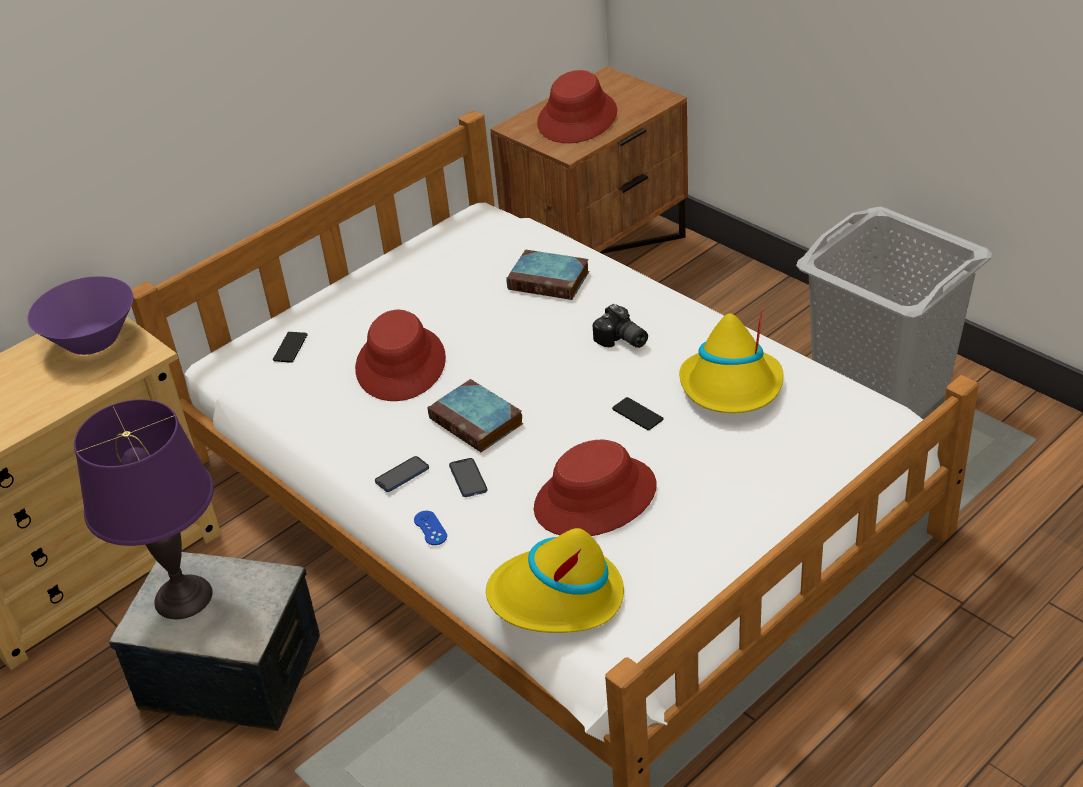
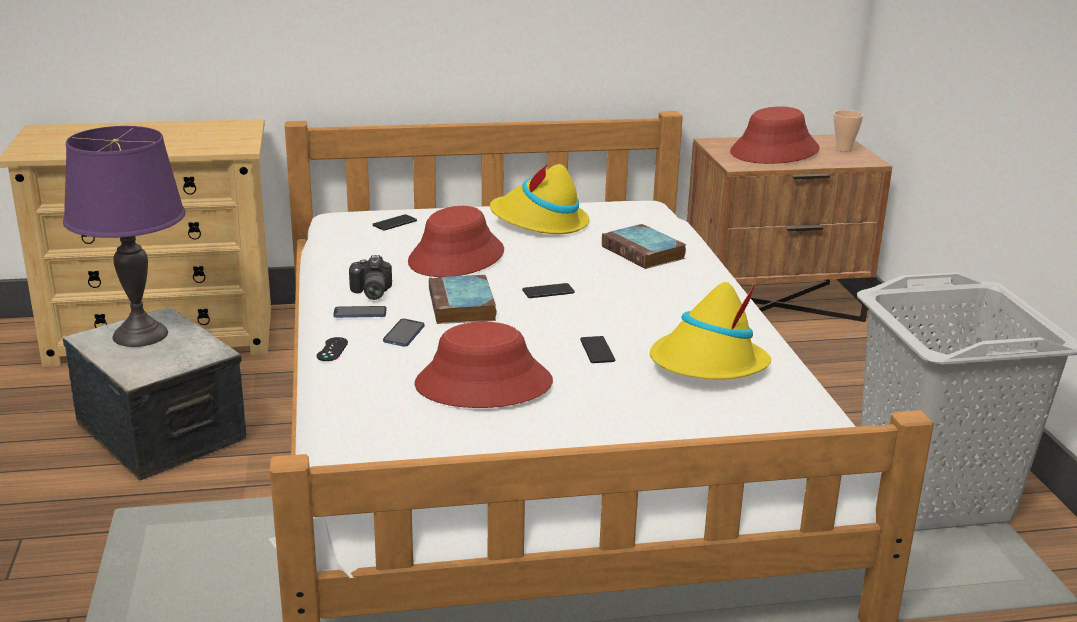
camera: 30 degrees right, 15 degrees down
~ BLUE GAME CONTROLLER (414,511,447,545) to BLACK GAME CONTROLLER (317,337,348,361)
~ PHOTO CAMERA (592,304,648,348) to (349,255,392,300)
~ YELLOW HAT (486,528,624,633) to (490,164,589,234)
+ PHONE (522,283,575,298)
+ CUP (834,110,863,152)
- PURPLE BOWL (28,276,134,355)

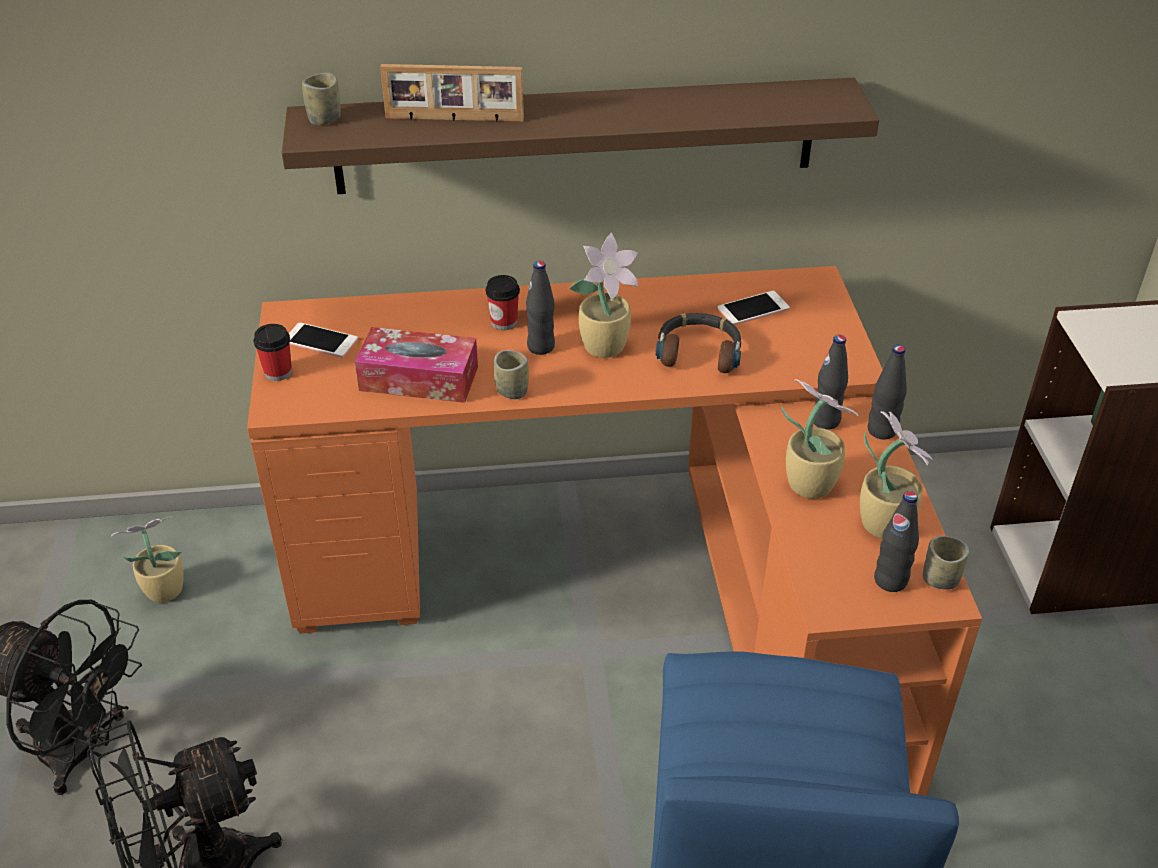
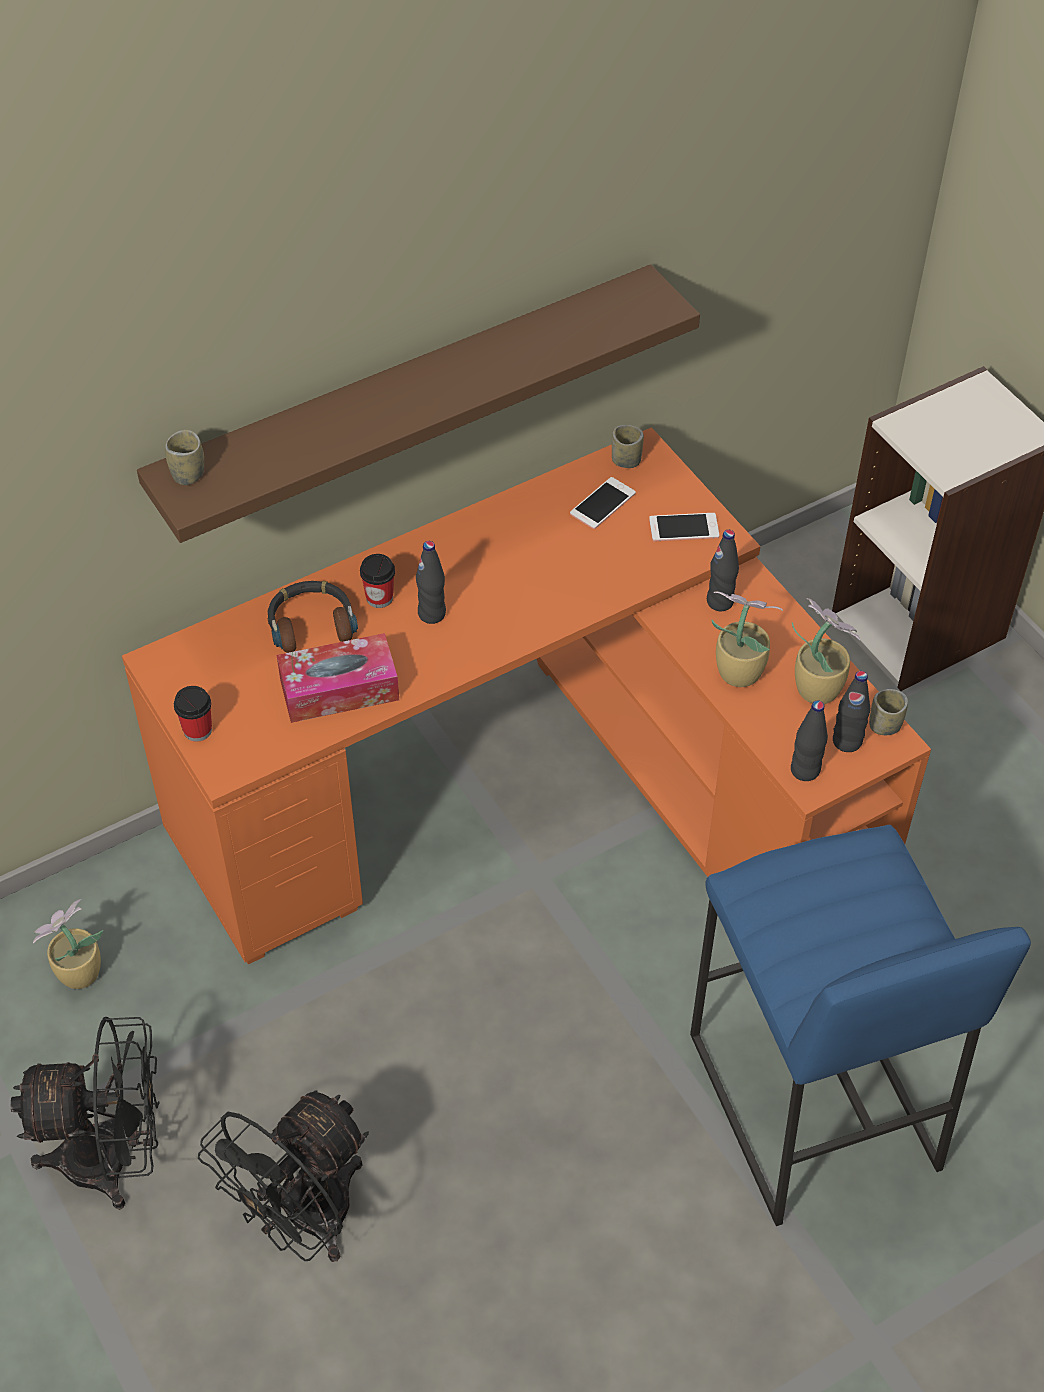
camera: 25 degrees left, 10 degrees up
~ HEADPHONES (656,313,741,373) to (267,581,358,653)
~ CUP (494,350,529,399) to (612,425,644,468)
~ PHONE (289,323,358,358) to (649,513,719,542)
~ BLACK BOTTLE (868,345,907,439) to (791,701,828,781)
- PICTURE FRAME (380,64,524,122)
- POTTED PLANT (569,232,638,358)

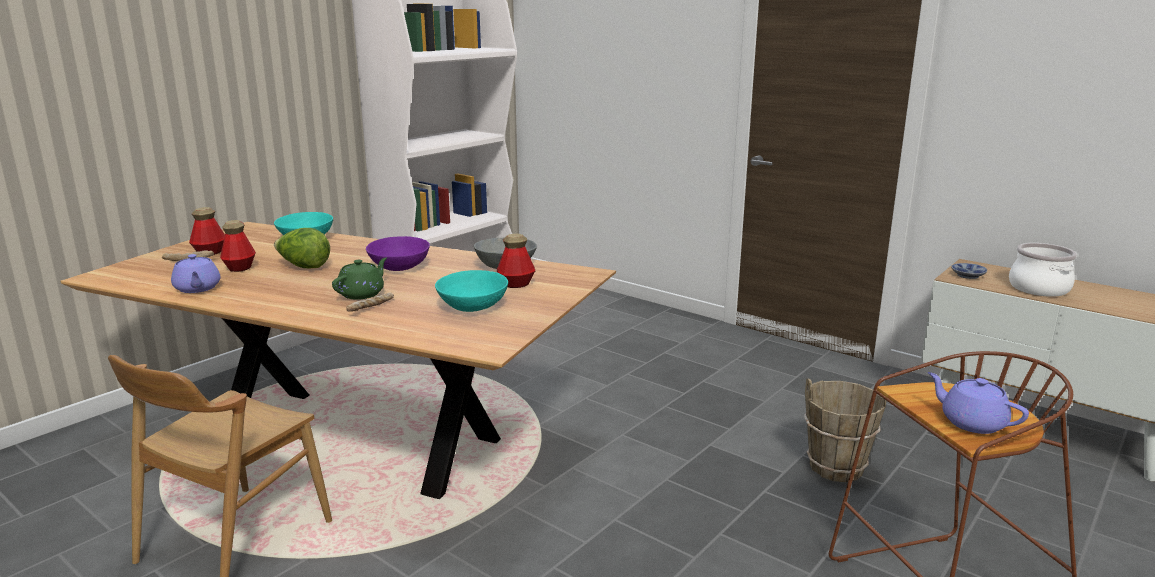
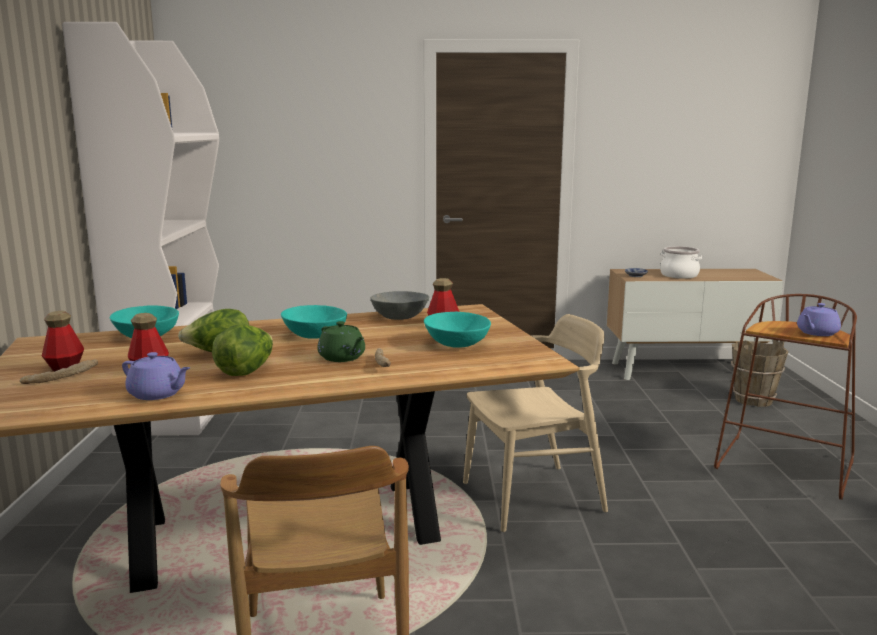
camera: 40 degrees left, 5 degrees down
+ LETTUCE (212,325,273,376)
~ PURPLE BOWL (366,236,430,271) to TURQUOISE BOWL (281,305,347,338)
~ GREEN TEAPOT (332,258,387,300) = (317,321,365,362) 150 degrees clockwise
+ BEIGE CHAIR (463,314,608,532)
~ BROWN BUCKET (804,379,888,482) to (731,340,788,407)
~ PURPLE TEAPOT (928,372,1029,434) = (797,303,841,336) 45 degrees counterclockwise

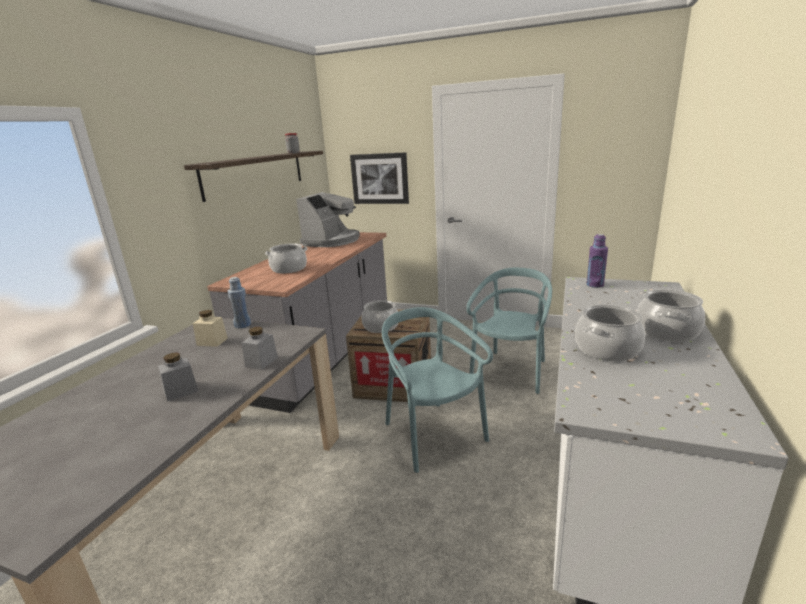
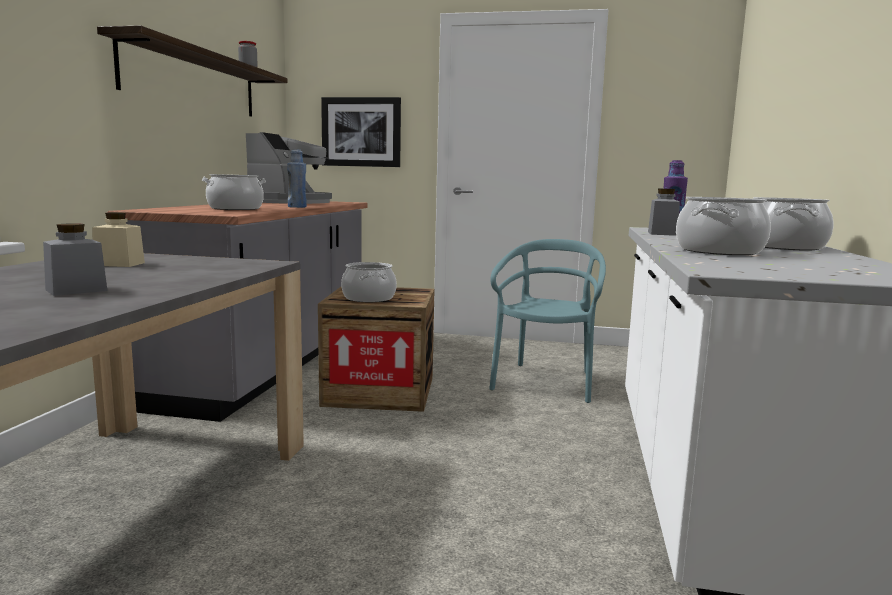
camera: 10 degrees left, 10 degrees down
~ BLUE BOTTLE (228,277,251,328) to (287,149,307,208)
~ GREY JAR (241,327,278,370) to (648,189,680,236)
- TURQUOISE CHAIR (382,307,493,473)

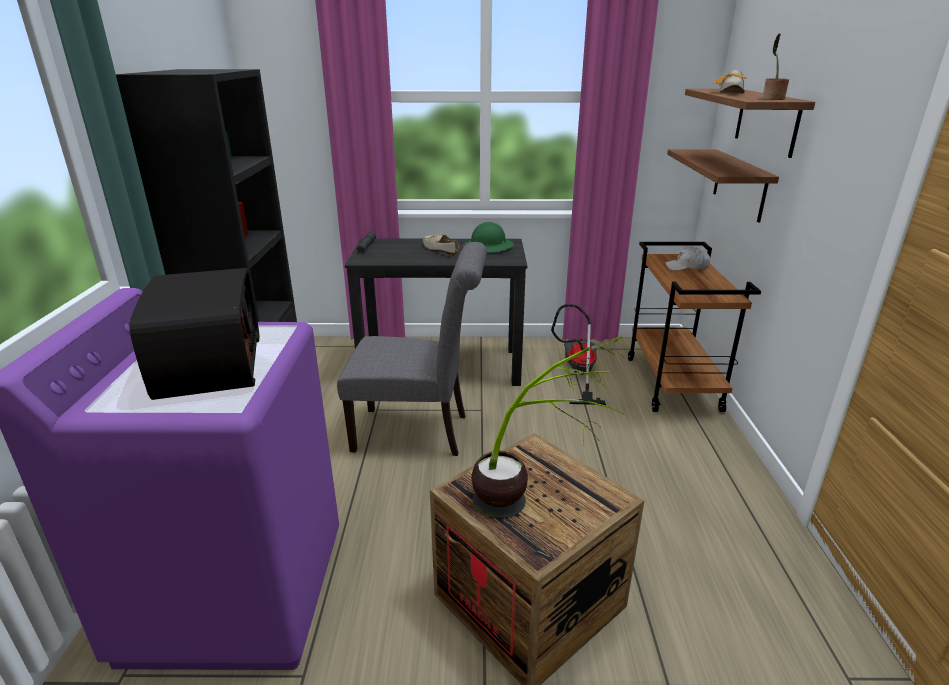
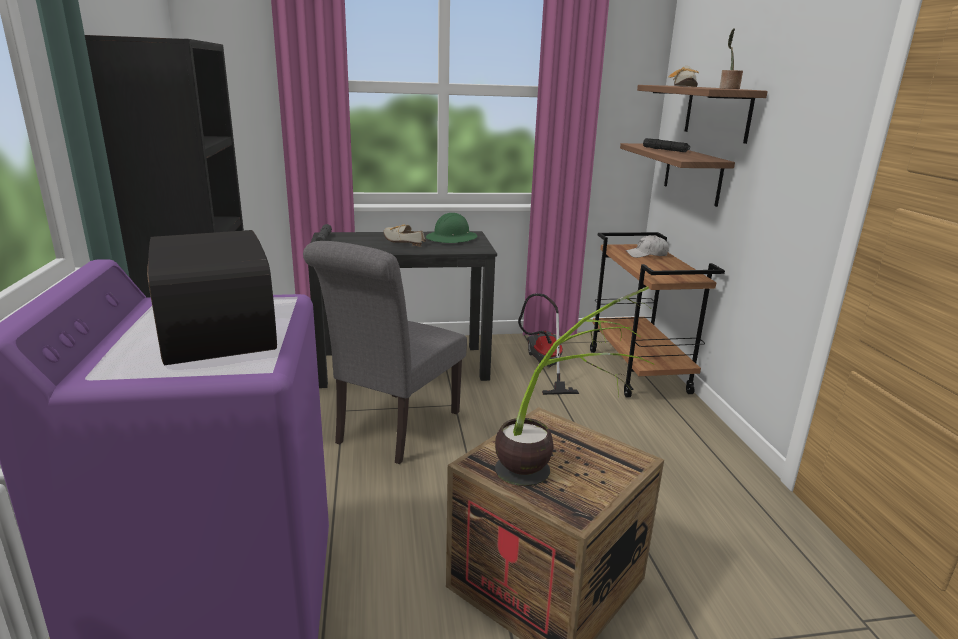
camera: 10 degrees left, 5 degrees down
~ GREY CHAIR (337,242,487,456) = (303,241,467,464) 120 degrees clockwise
+ BLACK FLASHLIGHT (643,138,690,152)

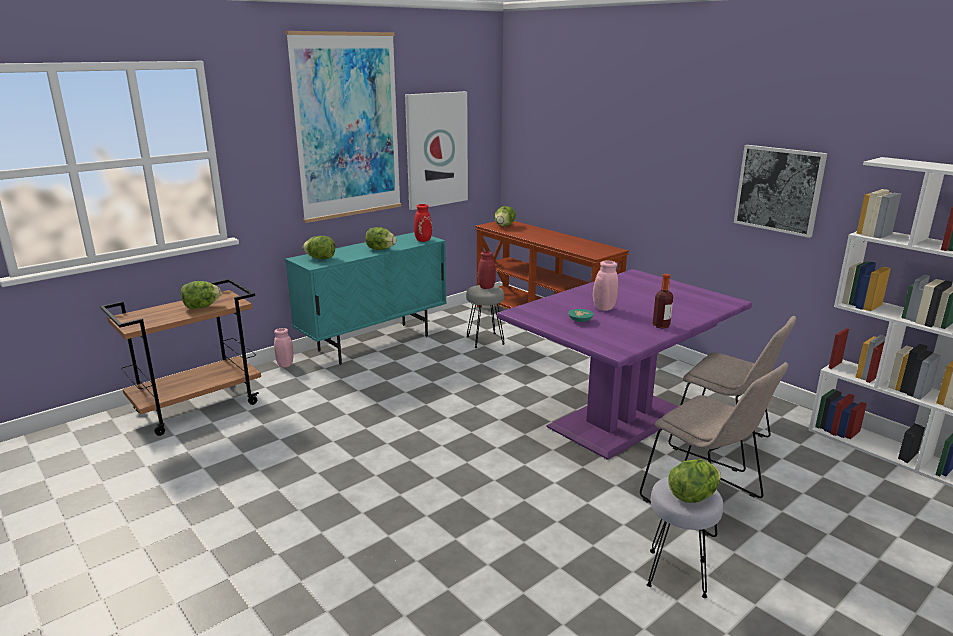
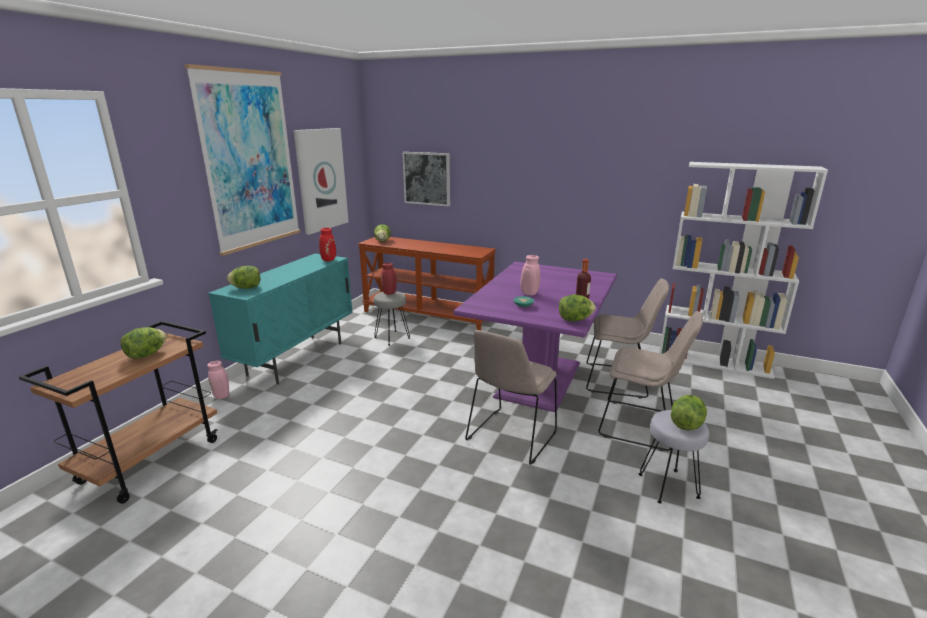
camera: 25 degrees left, 0 degrees up
~ PICTURE (734,145,827,238) to (402,152,450,206)
+ BEIGE CHAIR (465,330,557,465)
~ LETTUCE (365,227,396,250) to (559,294,596,321)

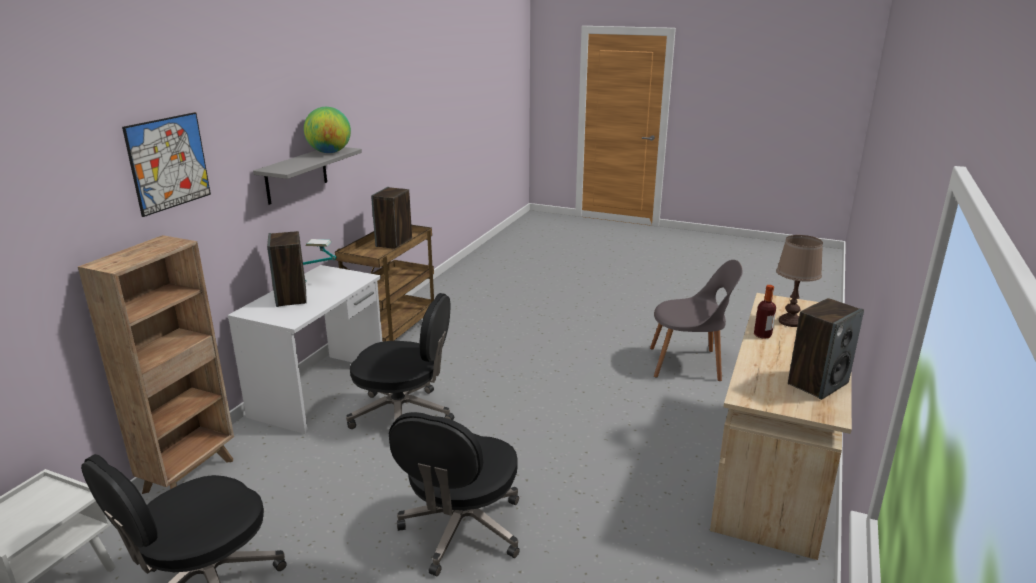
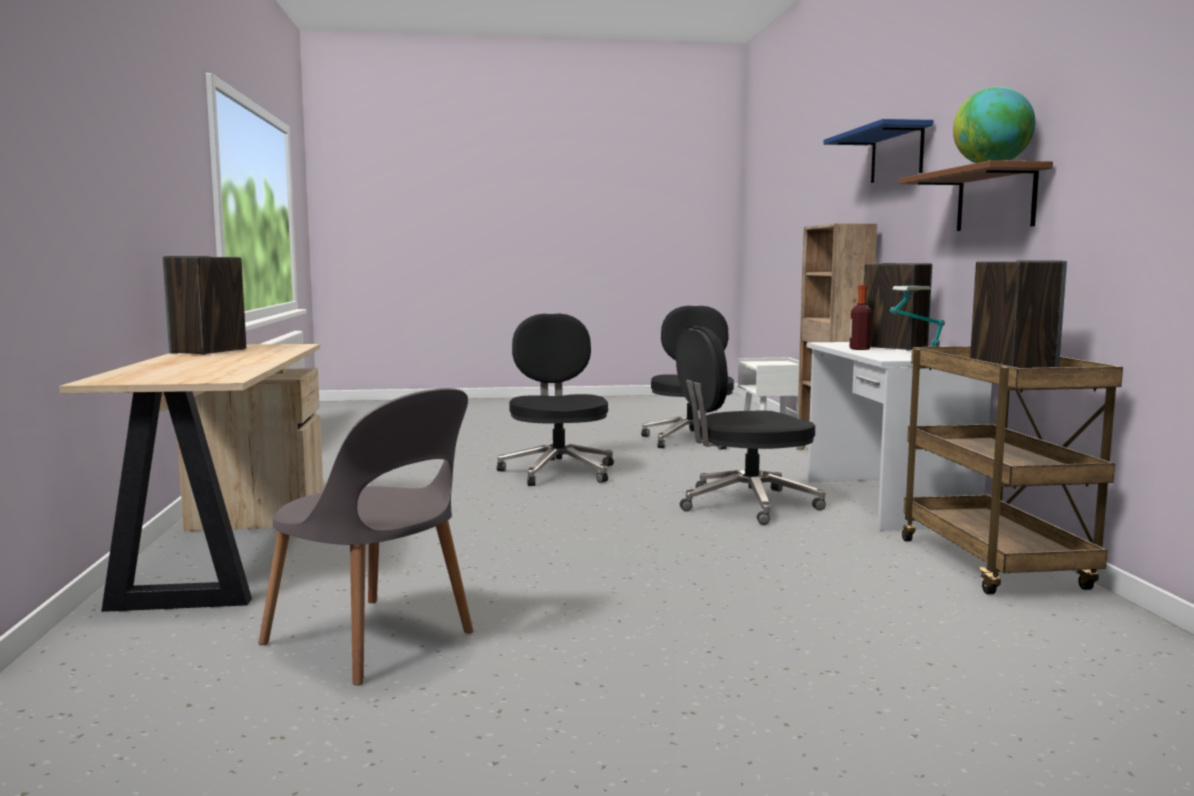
camera: 150 degrees right, 15 degrees down
~ GREY CHAIR (650,260,743,381) = (258,388,473,685) 120 degrees counterclockwise
~ PICTURE (122,112,211,217) to BLUE SHELF (824,119,934,183)
~ BOTTLE (754,285,776,339) to (849,285,872,350)
~ GREY SHELF (253,147,362,205) to BROWN SHELF (898,160,1053,231)
- BROWN TABLE LAMP (776,235,823,327)

